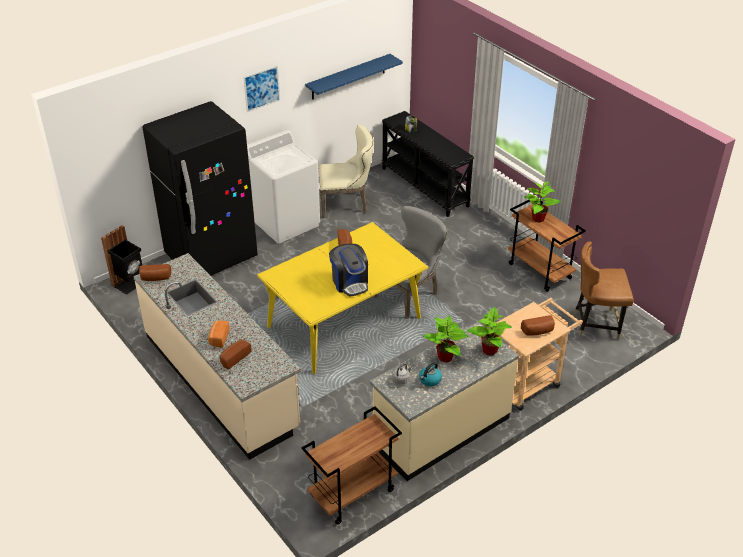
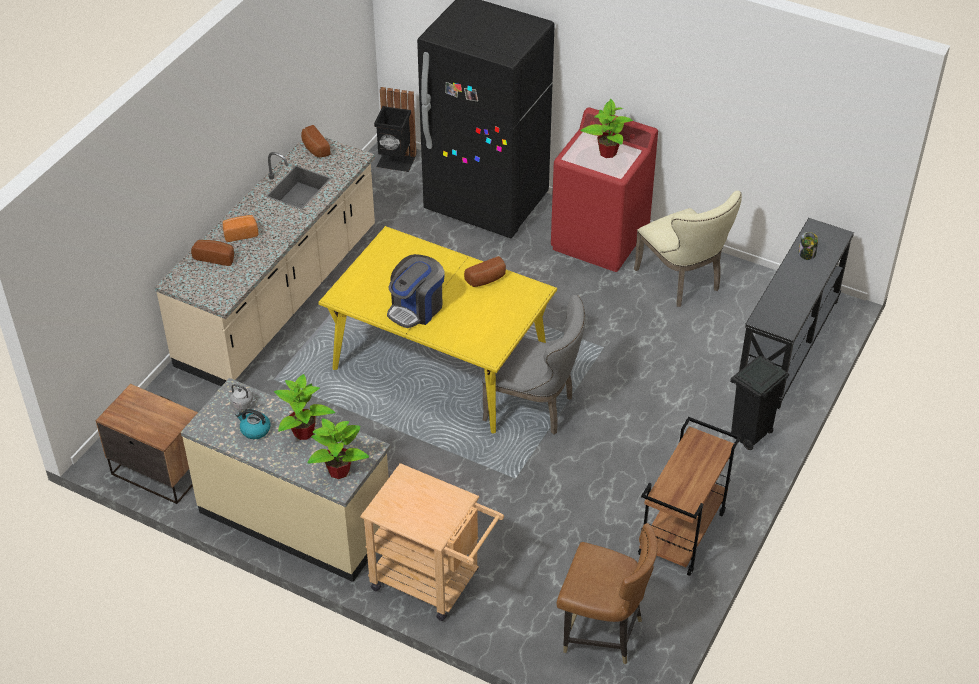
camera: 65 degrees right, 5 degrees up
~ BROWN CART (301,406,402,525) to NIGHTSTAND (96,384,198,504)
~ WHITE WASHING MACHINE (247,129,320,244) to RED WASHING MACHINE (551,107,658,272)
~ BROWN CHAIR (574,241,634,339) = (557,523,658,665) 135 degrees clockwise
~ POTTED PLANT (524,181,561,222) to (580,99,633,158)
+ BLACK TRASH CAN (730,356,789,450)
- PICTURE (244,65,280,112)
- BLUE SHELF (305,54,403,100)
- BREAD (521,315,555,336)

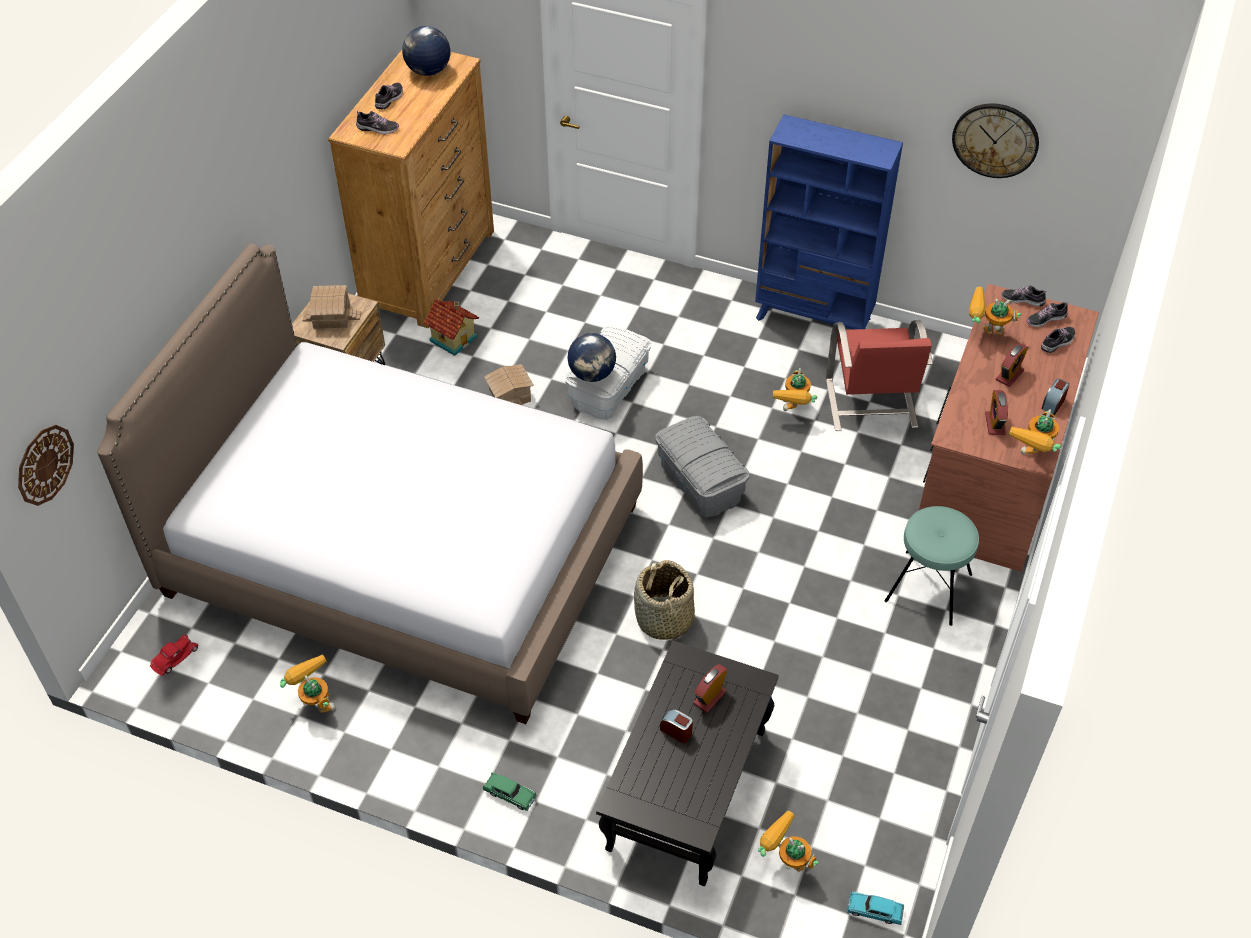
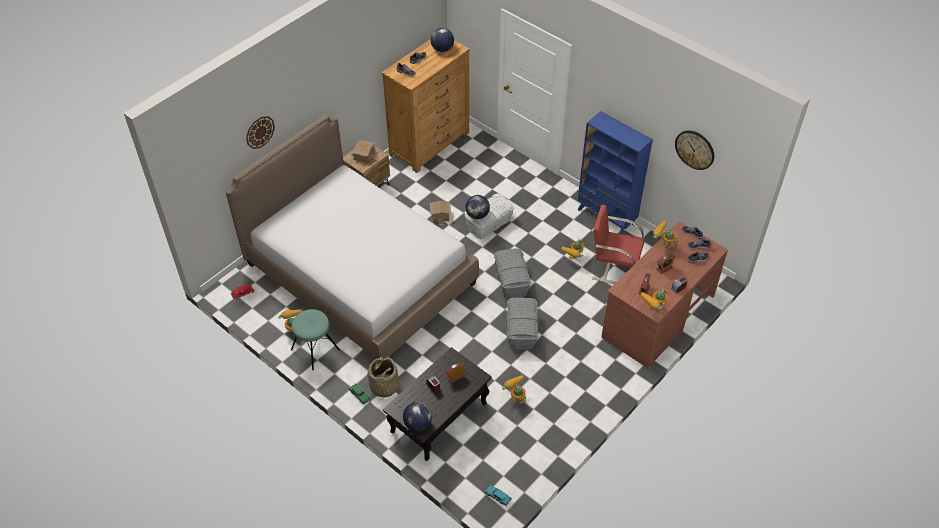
camera: 20 degrees right, 0 degrees up
~ WALL CLOCK (18,425,74,506) to (246,116,275,149)
~ TURQUOISE STOOL (884,506,979,626) to (291,309,340,370)
~ BASKET (634,560,695,642) to (368,357,399,400)
+ GLOBE (403,402,432,432)
~ TOY ROBOT (758,810,819,872) to (502,375,526,404)
+ GREY STORAGE BOX (507,298,538,350)
~ RED CHAIR (826,320,933,431) = (592,205,645,284) 90 degrees clockwise
- TOY HOUSE (423,298,479,356)

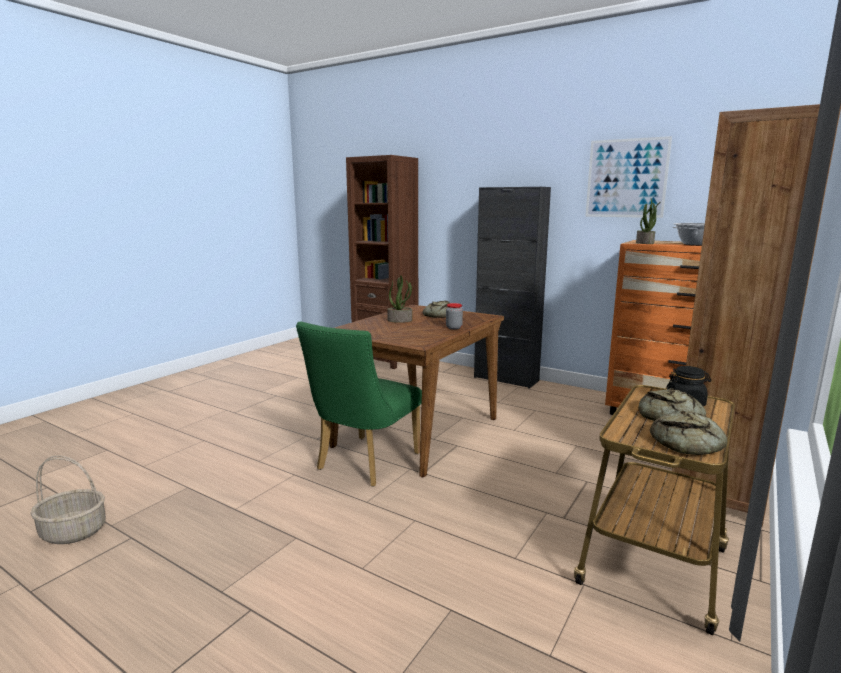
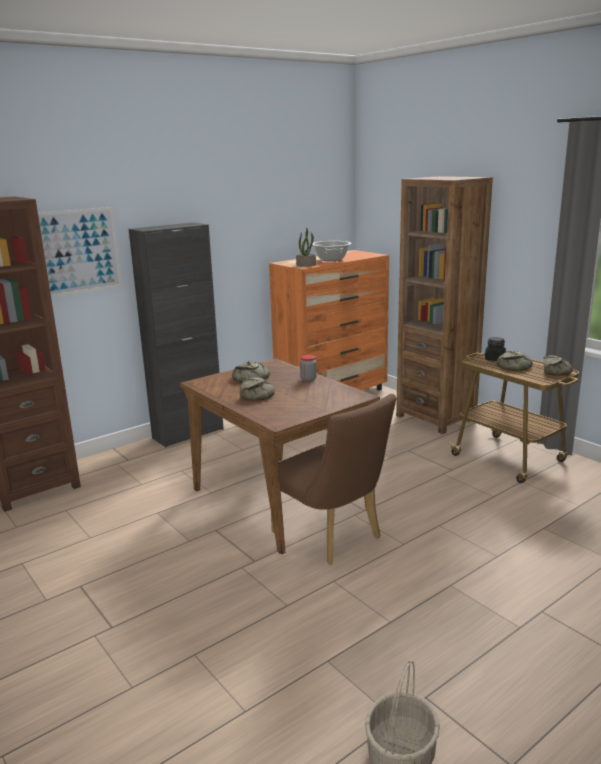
camera: 70 degrees left, 5 degrees up
~ PICTURE (585,136,672,218) to (38,207,122,297)
~ POTTED PLANT (387,275,412,323) to BREAD (239,377,275,401)
~ GREEN CHAIR (296,321,422,487) to BROWN CHAIR (271,394,396,565)

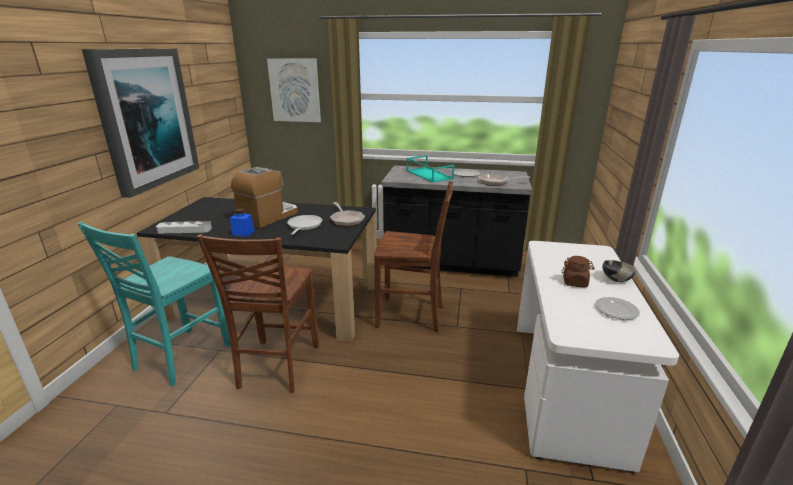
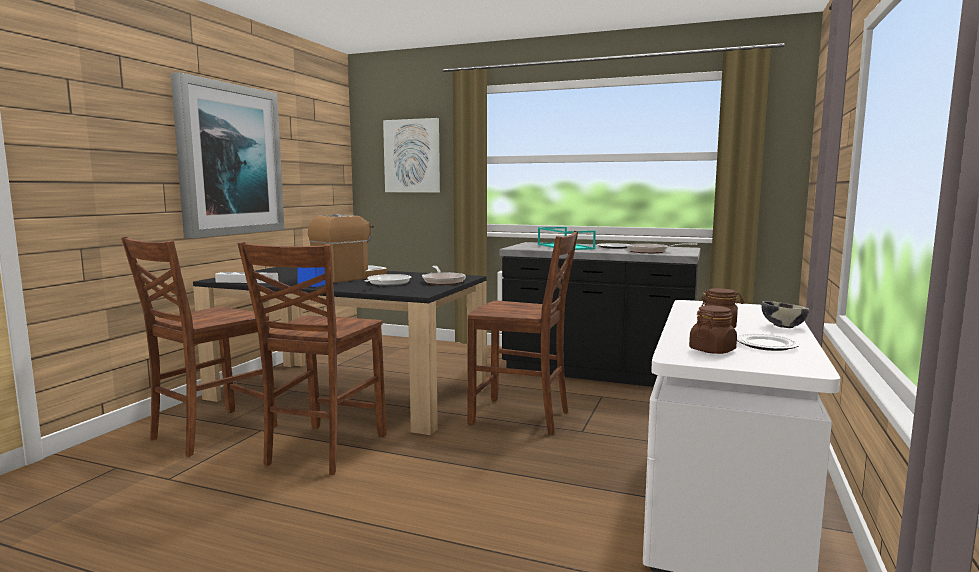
camera: 10 degrees right, 15 degrees down
~ TURQUOISE CHAIR (78,222,231,386) to BROWN CHAIR (121,236,277,457)
+ BROWN JAR (689,306,737,354)

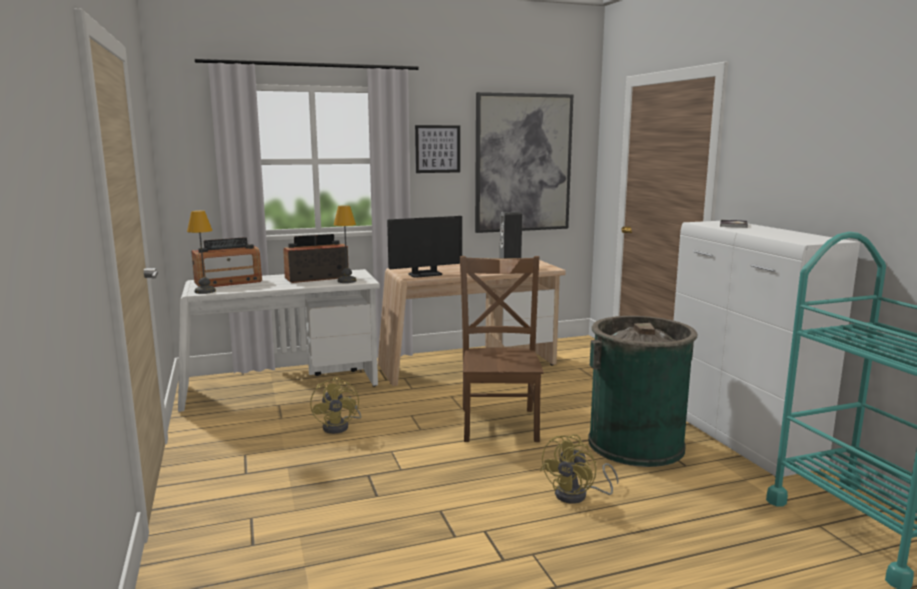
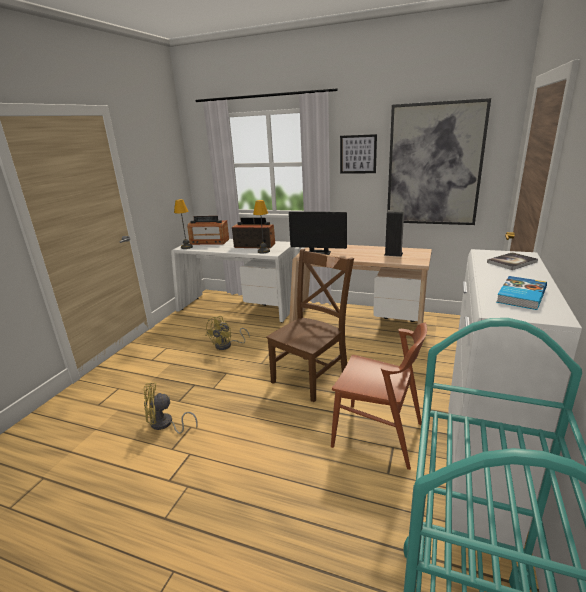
camera: 40 degrees right, 10 degrees up
~ YELLOW FAN (540,434,619,504) to (144,383,198,434)
~ GREEN TRASH CAN (588,316,697,467) to BROWN CHAIR (331,323,427,470)
+ BOOK (496,276,547,310)

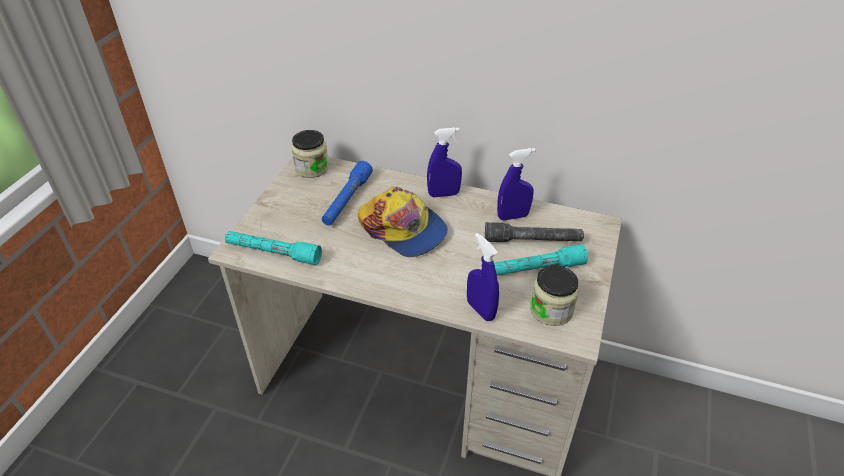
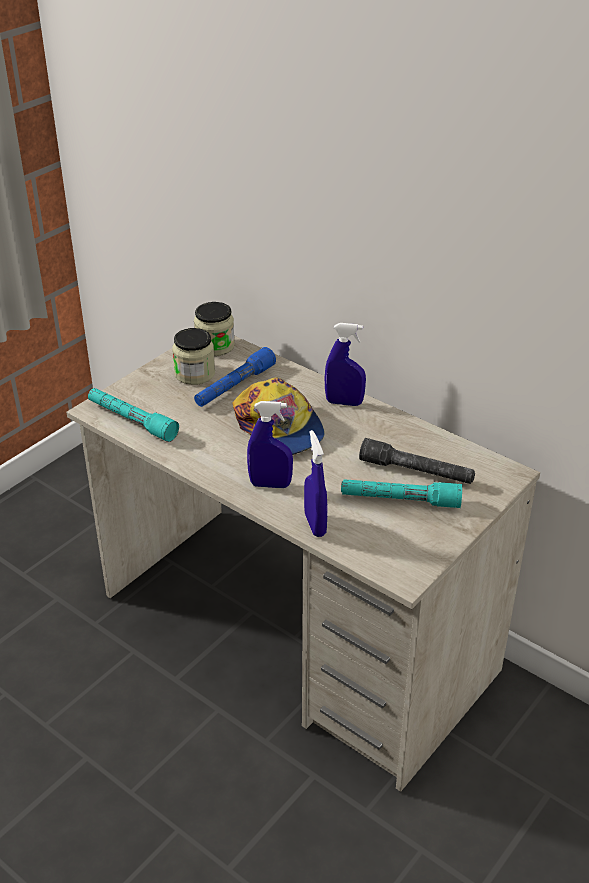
camera: 20 degrees right, 5 degrees down
~ JAR (530,265,579,326) to (172,328,215,385)
~ BLUE SPRAY BOTTLE (497,148,536,221) to (247,401,293,488)

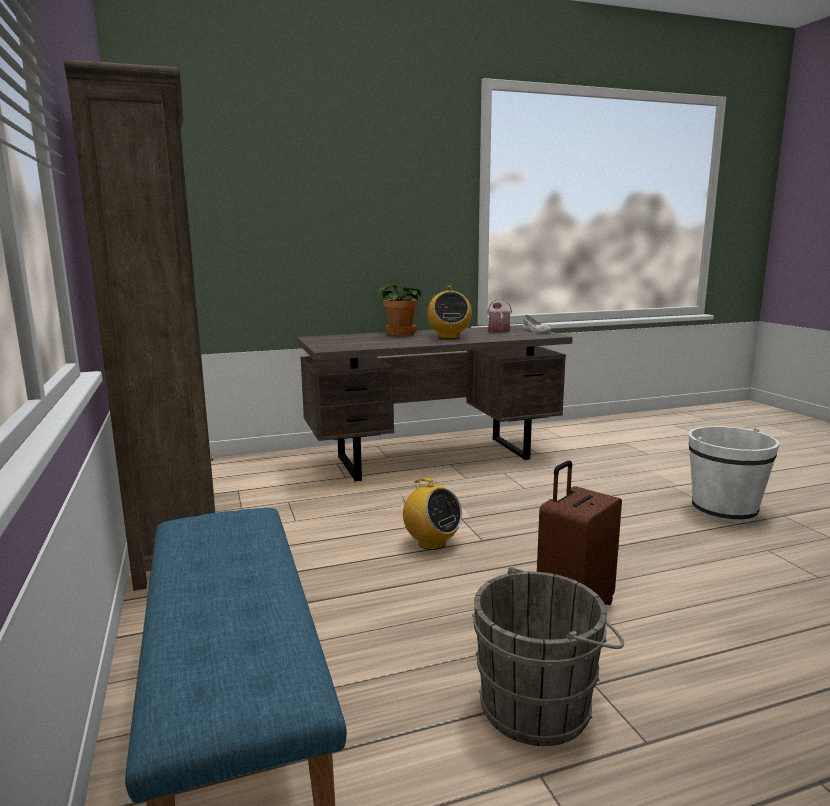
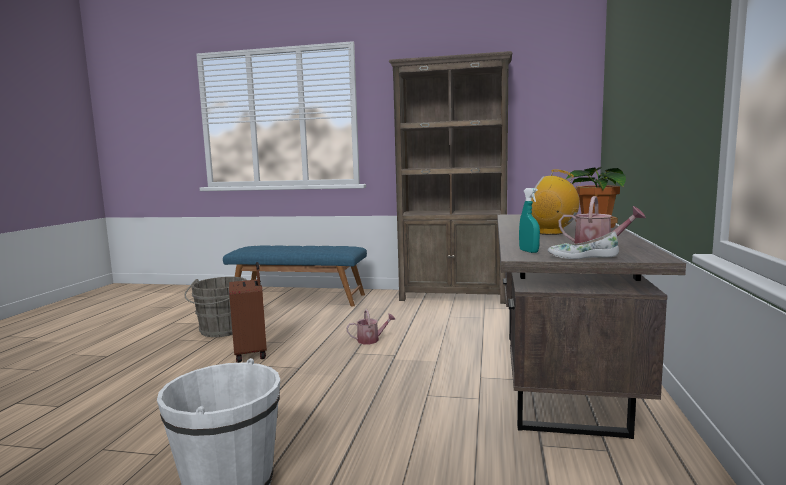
camera: 120 degrees right, 5 degrees down
~ RADIO (399,478,462,550) to WATERING CAN (346,309,396,344)
+ TURQUOISE SPRAY BOTTLE (519,188,540,253)

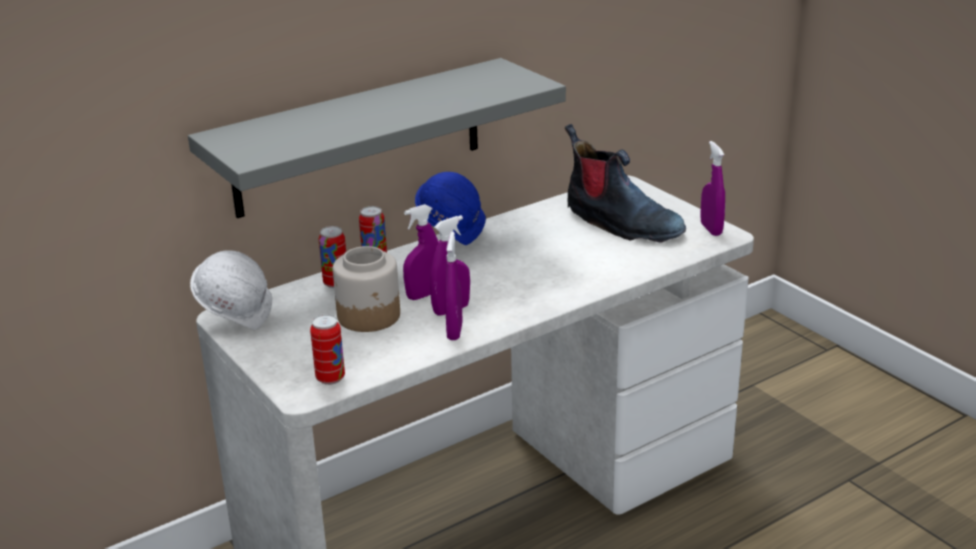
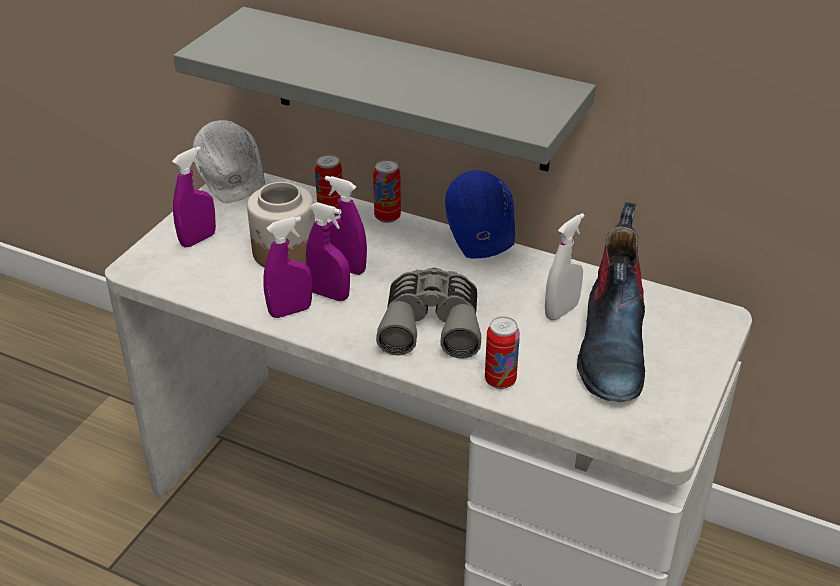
camera: 60 degrees right, 10 degrees up
~ PURPLE SPRAY BOTTLE (700,141,725,236) to (172,146,216,248)
+ GREY BINOCULARS (376,267,481,358)
~ CAN (310,314,345,385) to (485,316,520,389)
+ WHITE SPRAY BOTTLE (545,213,585,321)

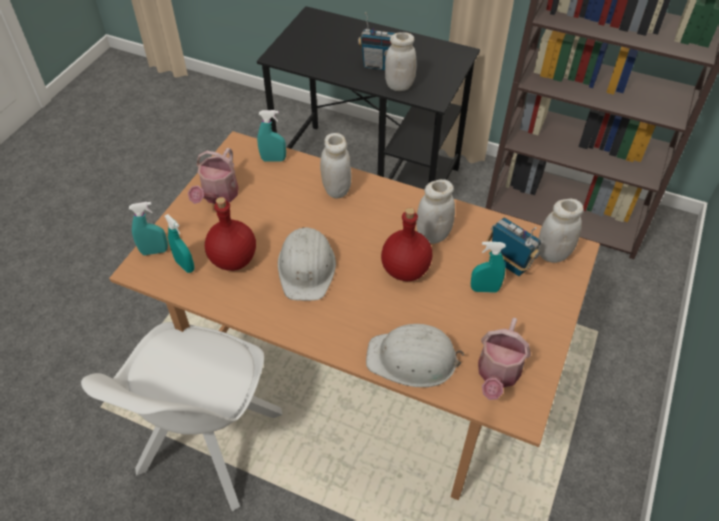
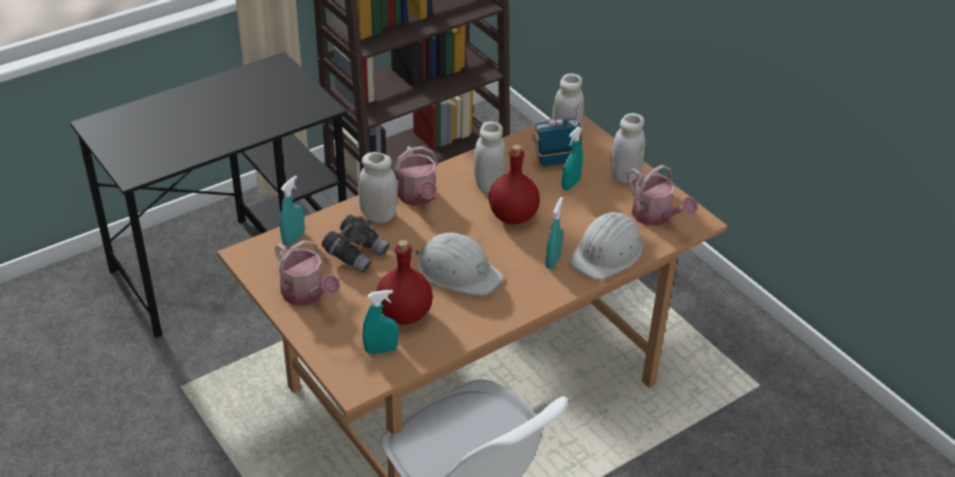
camera: 60 degrees left, 10 degrees down
+ GREY BINOCULARS (322,215,389,273)
+ WATERING CAN (395,146,438,206)
~ TURQUOISE SPRAY BOTTLE (129,202,168,255) to (546,197,563,269)
~ WHITE JAR (385,32,417,91) to (611,113,645,183)
- RADIO (358,12,395,70)

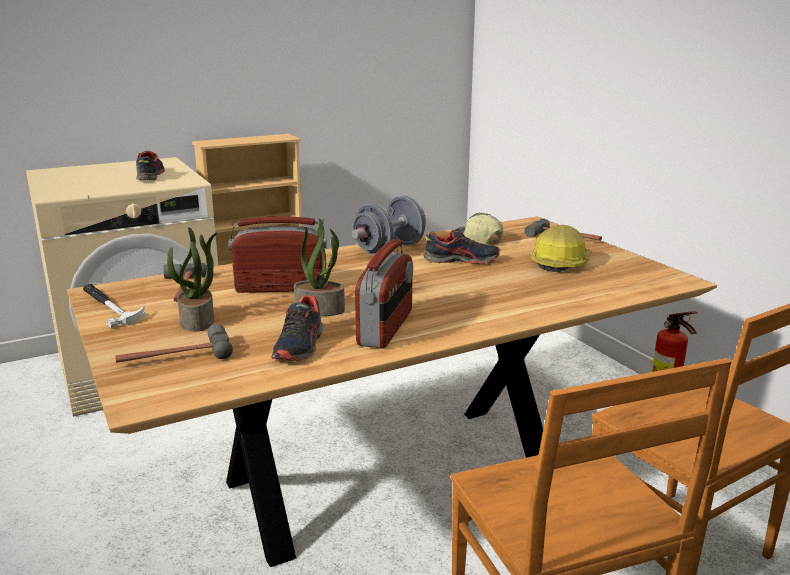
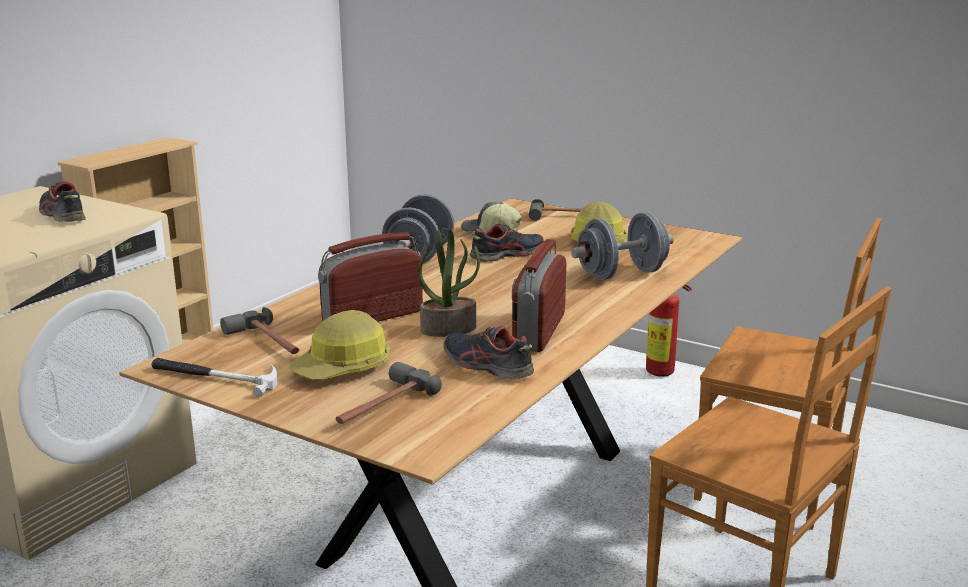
camera: 30 degrees left, 0 degrees up
~ POTTED PLANT (167,227,218,332) to HARD HAT (289,310,390,380)
~ SHOE (271,295,324,361) = (443,326,534,378) 150 degrees clockwise
~ RADIO (355,239,413,349) = (512,239,566,352) 150 degrees counterclockwise
+ GREY DUMBBELL (571,212,674,280)

